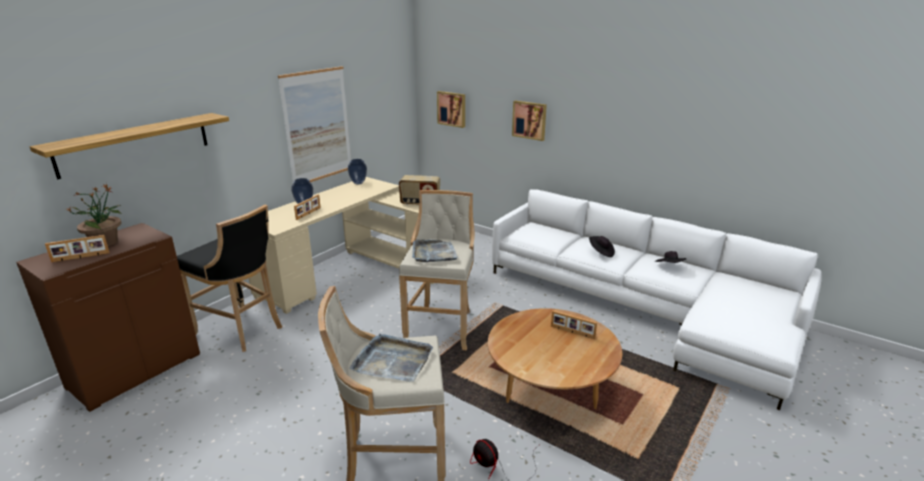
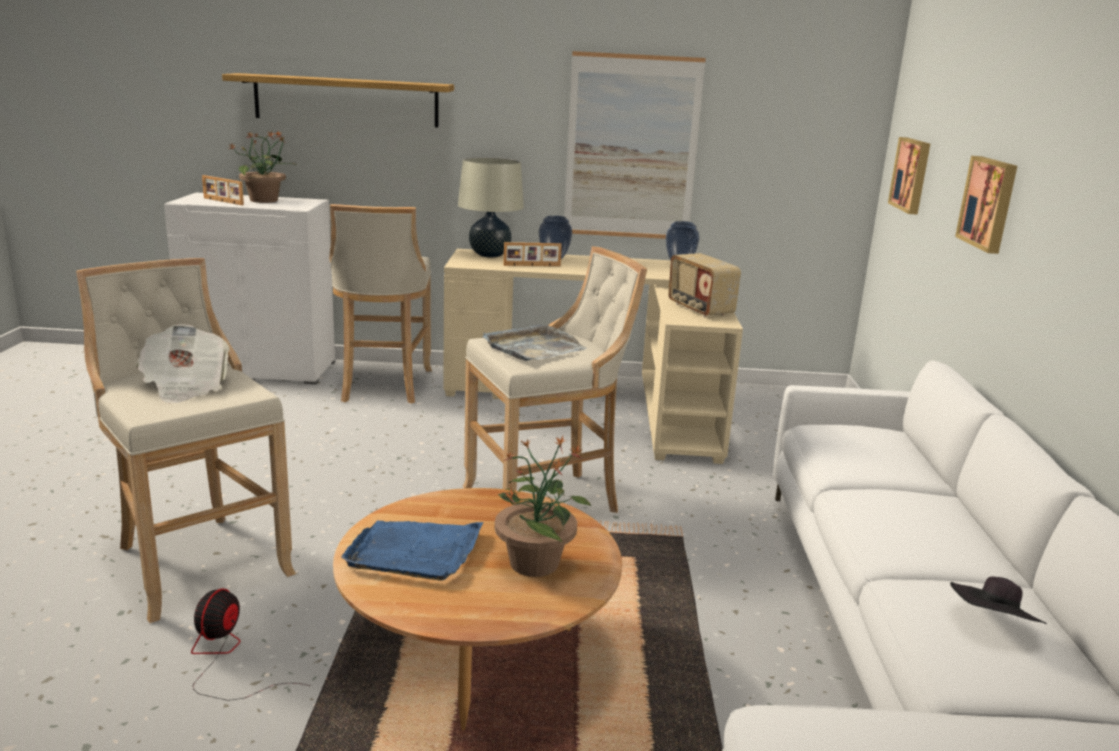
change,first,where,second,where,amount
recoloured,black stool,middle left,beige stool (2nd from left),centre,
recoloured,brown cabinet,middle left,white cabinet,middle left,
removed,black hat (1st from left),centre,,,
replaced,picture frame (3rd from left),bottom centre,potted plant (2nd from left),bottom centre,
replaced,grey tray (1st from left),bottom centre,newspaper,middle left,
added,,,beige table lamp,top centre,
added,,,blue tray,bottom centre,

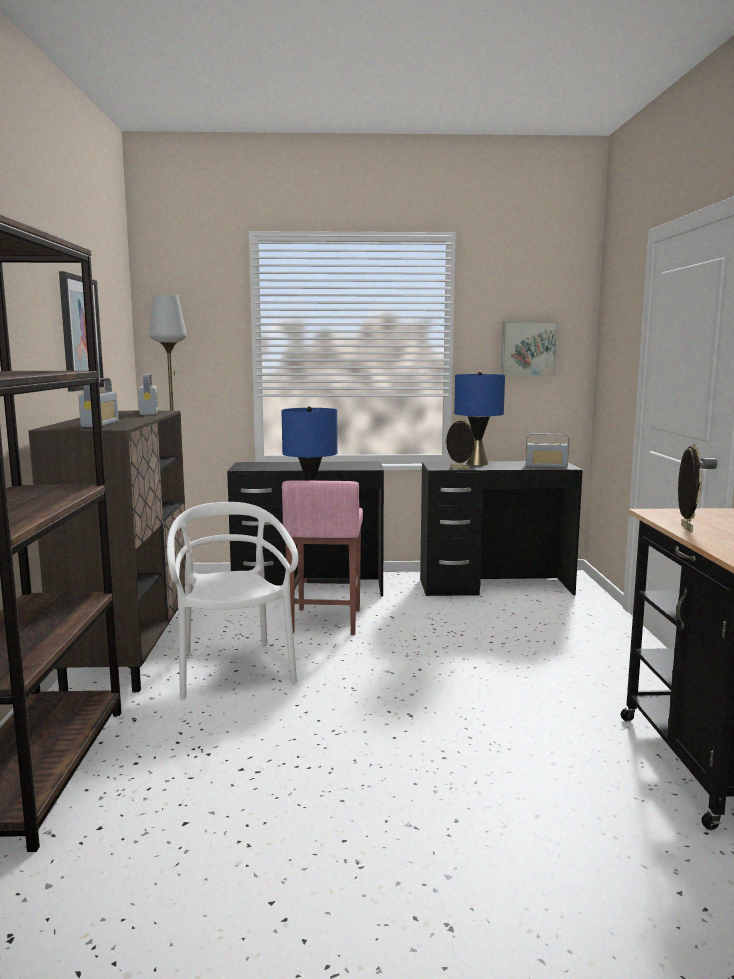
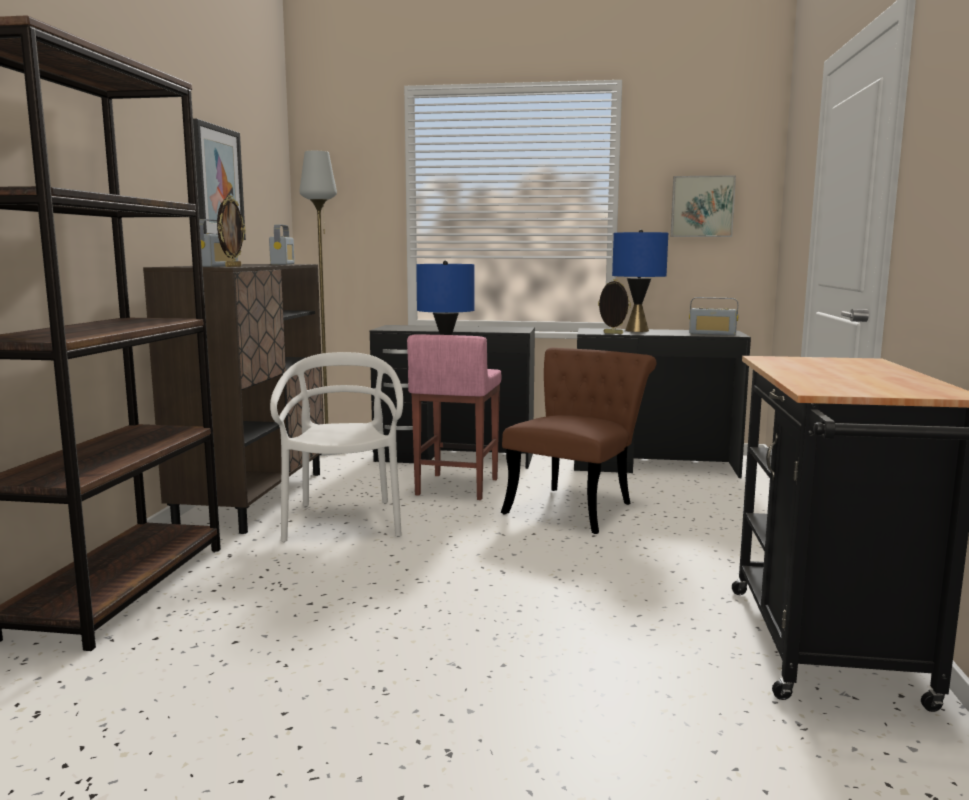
change,first,where,second,where,amount
moved,picture frame (2nd from left in the first image),middle right,picture frame (1st from left),top left,
added,,,brown chair,centre,

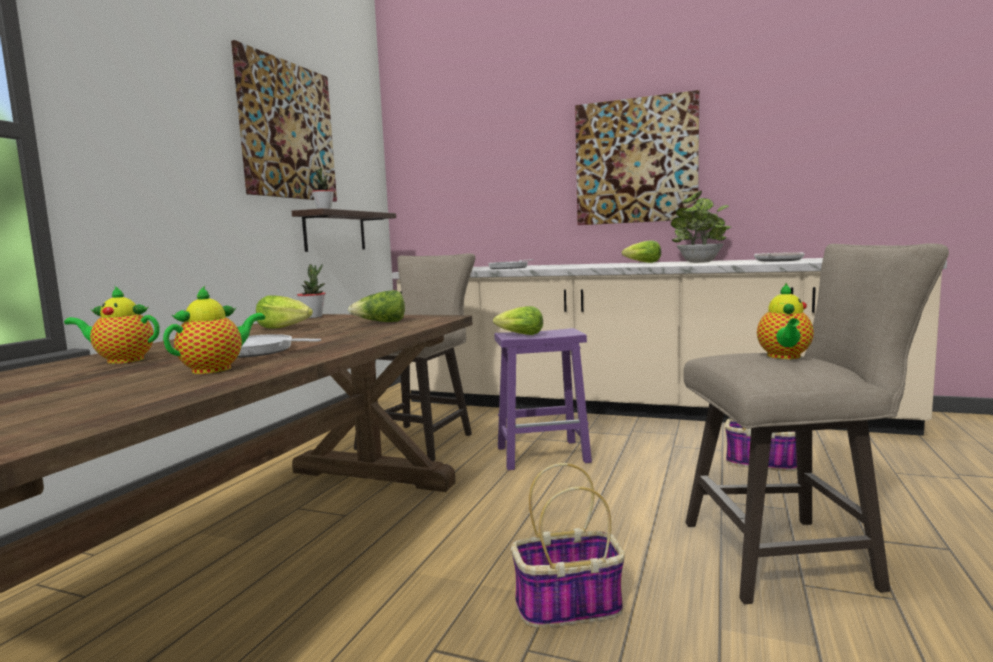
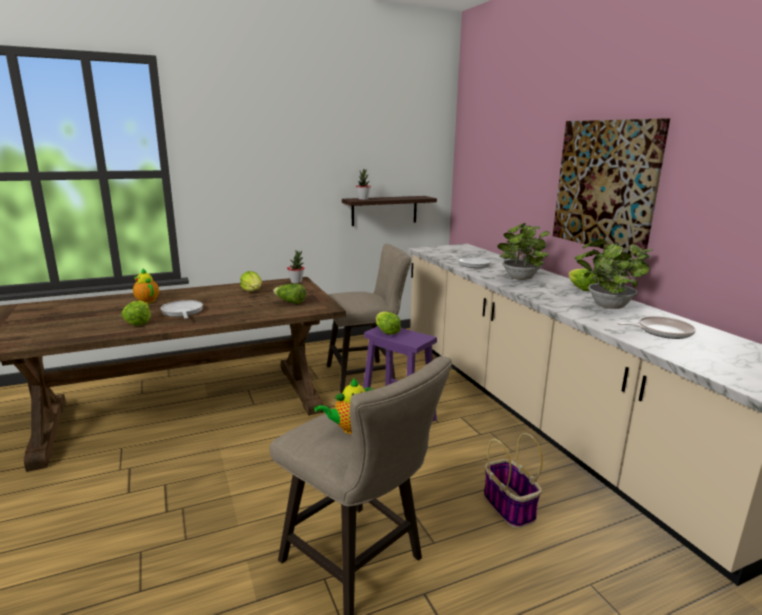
change,first,where,second,where,amount
removed,picture (1st from left),top left,,,
replaced,teapot (2nd from left),middle left,lettuce (1st from left),middle left,
removed,basket (1st from left),bottom centre,,,
added,,,potted plant (3rd from left),middle right,

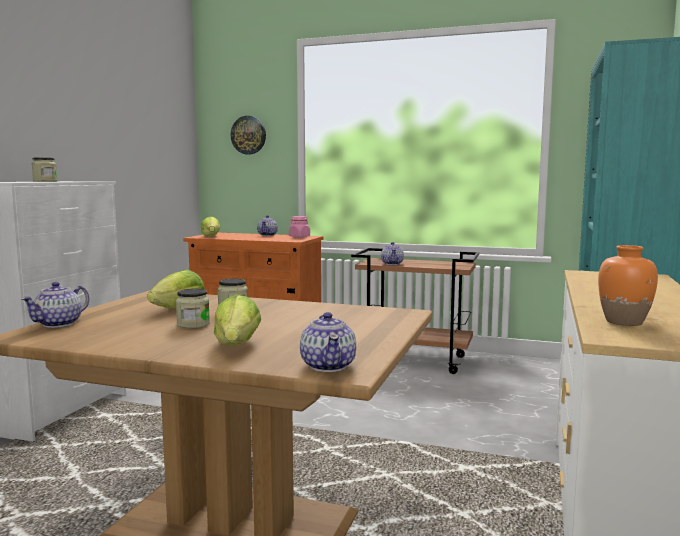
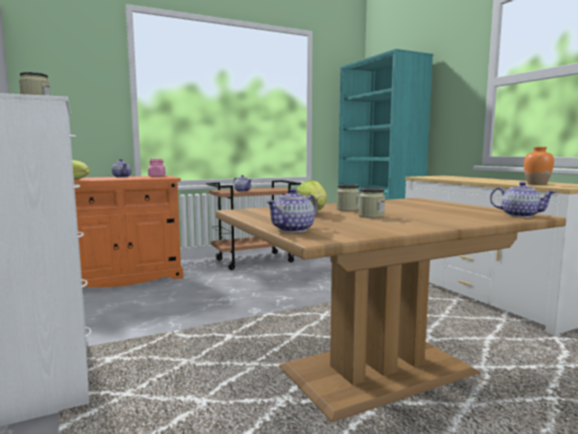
change,first,where,second,where,amount
removed,wall clock,top centre,,,
turned,teapot (1st from left in the first image),middle left,teapot (3rd from left),centre,60 degrees clockwise
removed,lettuce (3rd from left),centre,,,

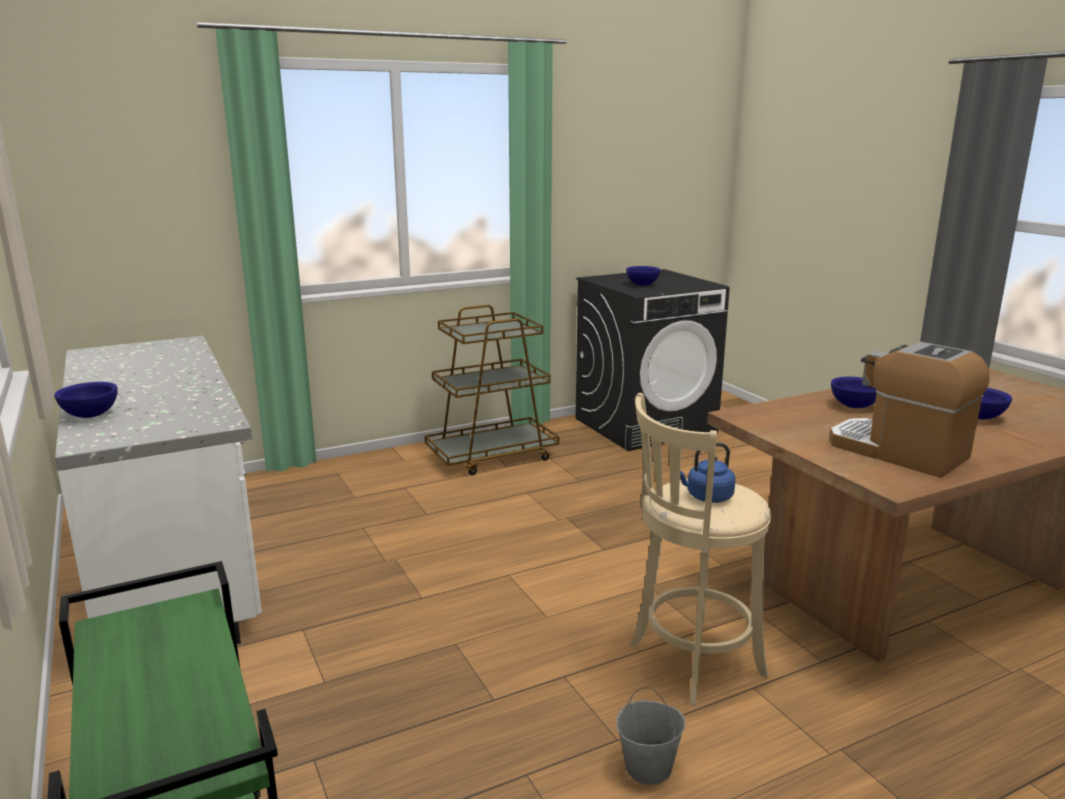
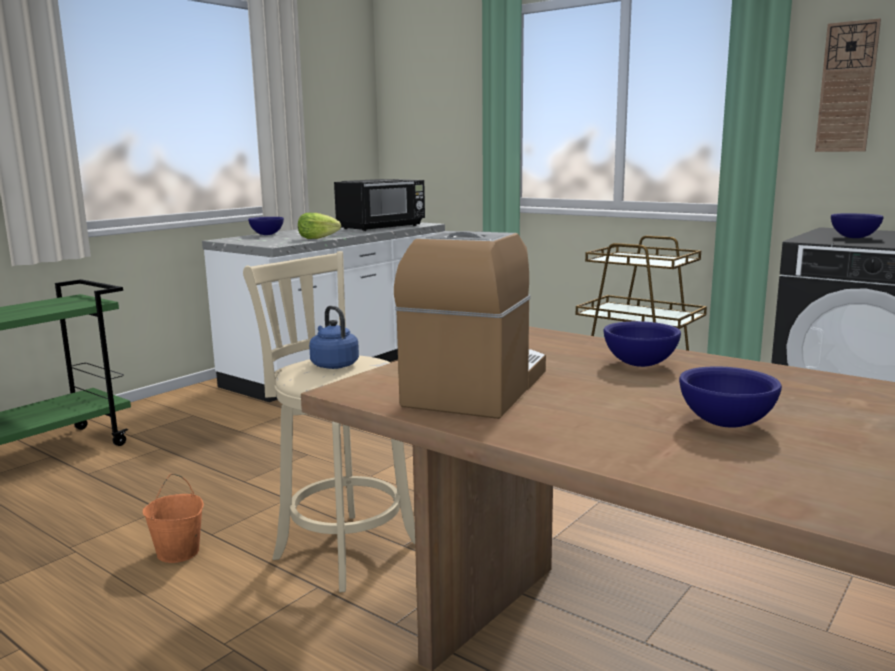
change,first,where,second,where,amount
recoloured,grey bucket,bottom centre,orange bucket,bottom left,
added,,,wall clock,top right,
added,,,black microwave,top centre,
added,,,lettuce,centre,

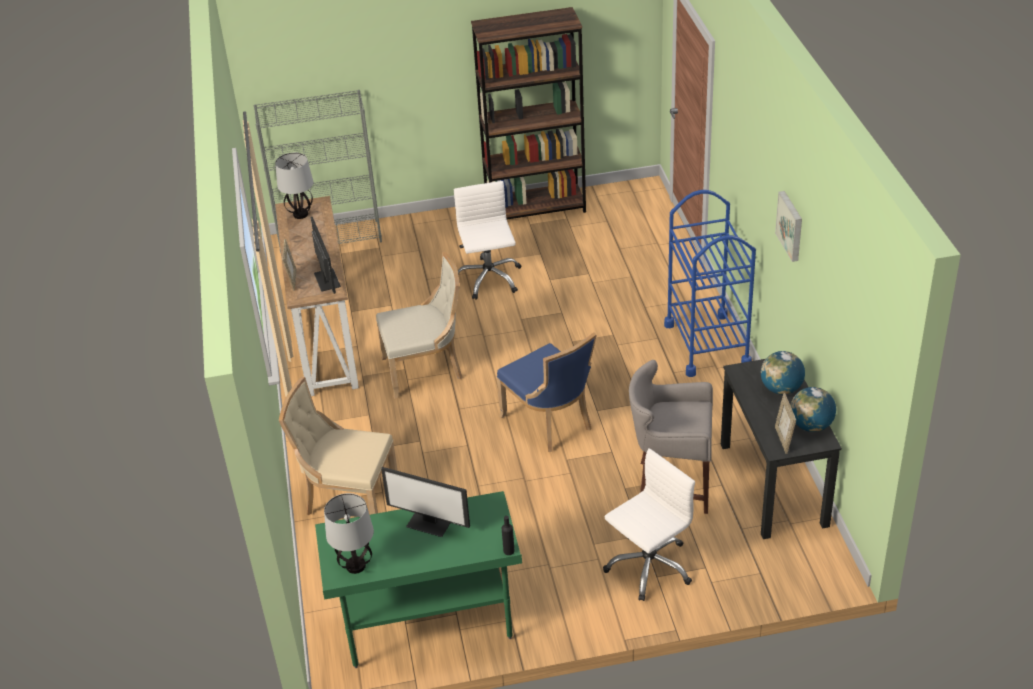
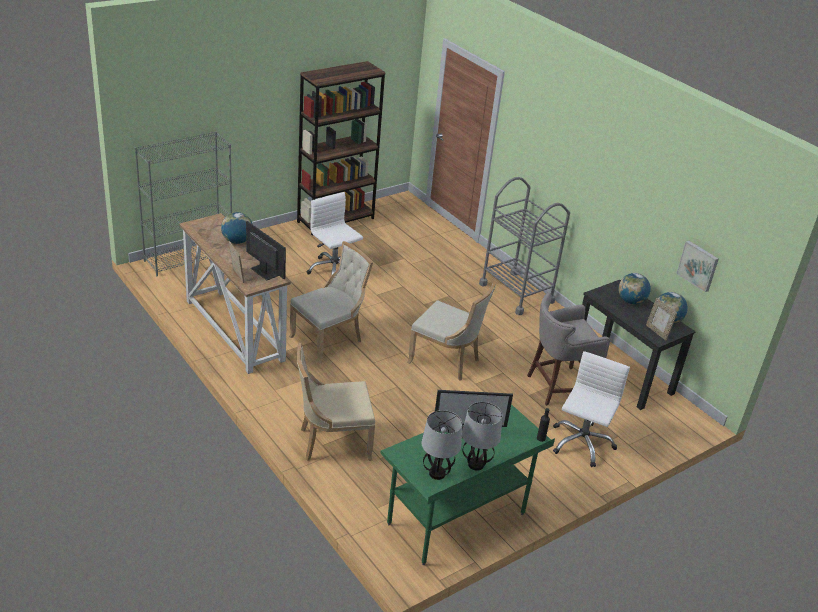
change,first,where,second,where,amount
moved,table lamp (1st from left in the first image),top left,table lamp (2nd from left),bottom centre,
recoloured,blue cart,middle right,grey cart,centre,
moved,picture,top right,,middle right,
recoloured,blue chair,centre,beige chair (3rd from left),centre,
added,,,globe (1st from left),middle left,

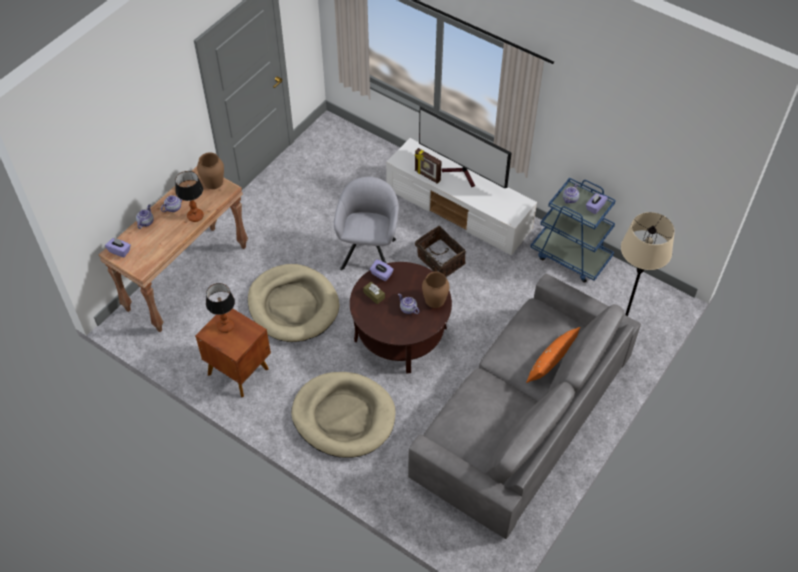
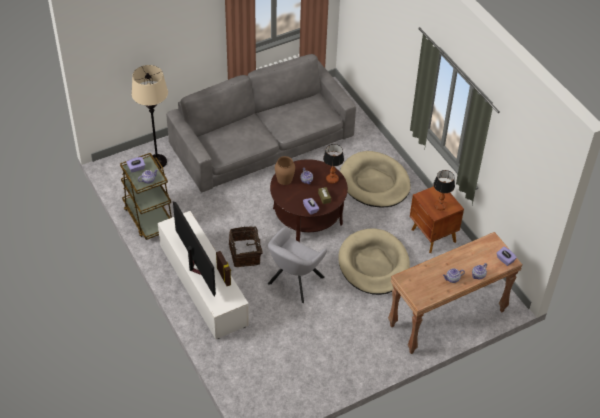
change,first,where,second,where,amount
removed,brown vase (1st from left),top left,,,
moved,table lamp (1st from left),middle left,,centre,
recoloured,blue cart,middle right,brown cart,middle left,
removed,orange pillow,middle right,,,

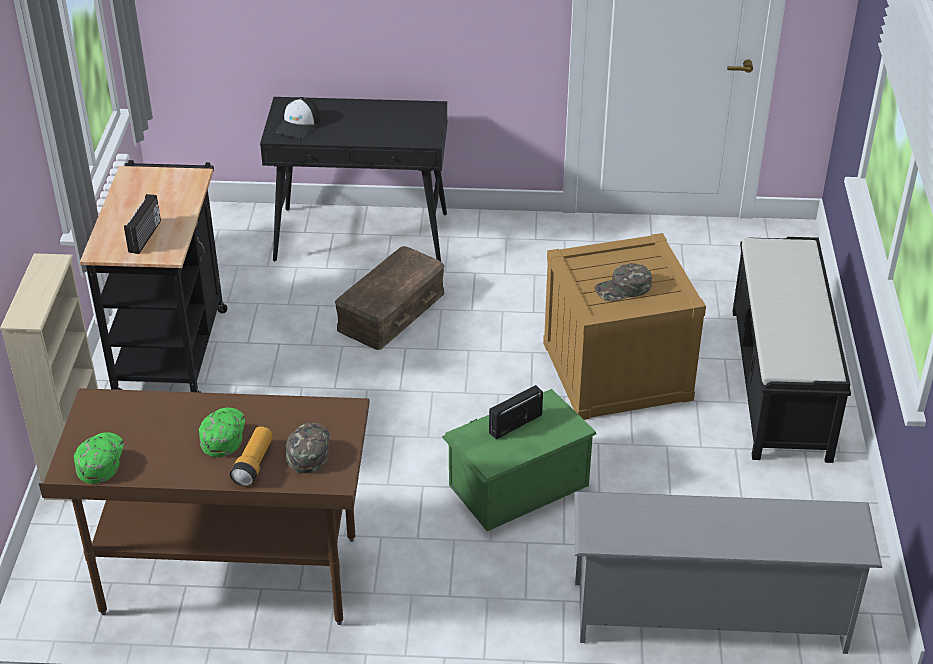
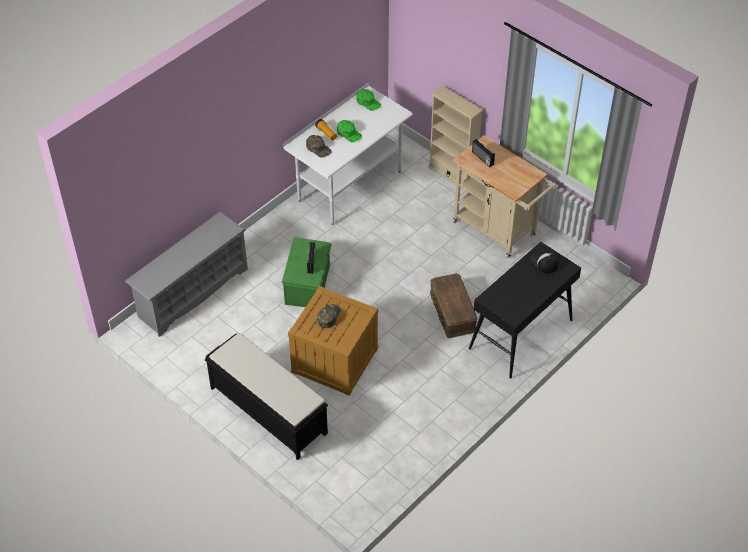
change,first,where,second,where,amount
recoloured,black cart,middle left,beige cart,middle right,
recoloured,brown desk,bottom left,white desk,top centre,

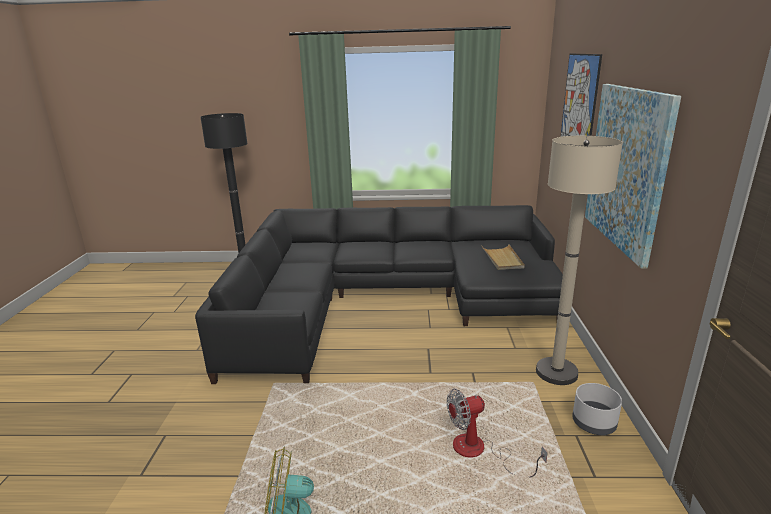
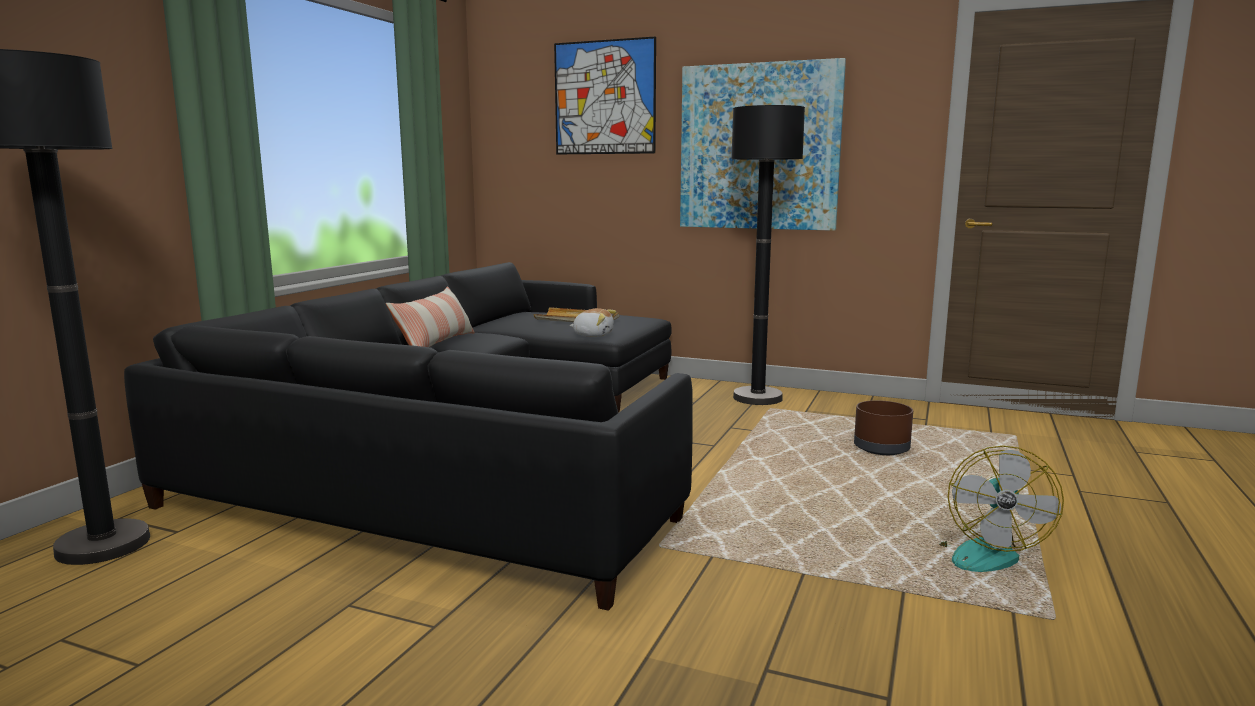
change,first,where,second,where,amount
recoloured,beige floor lamp,middle right,black floor lamp (2nd from left),centre,
removed,grey planter,bottom right,,,
replaced,fan (2nd from left),bottom centre,brown planter,middle right,
added,,,pillow,centre,
added,,,plush toy,centre,

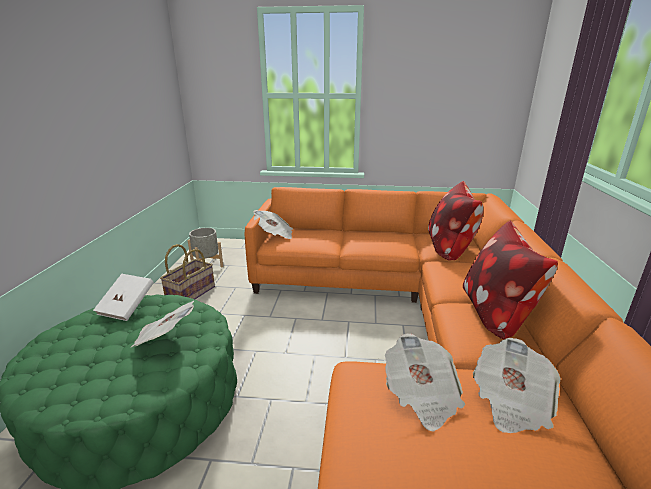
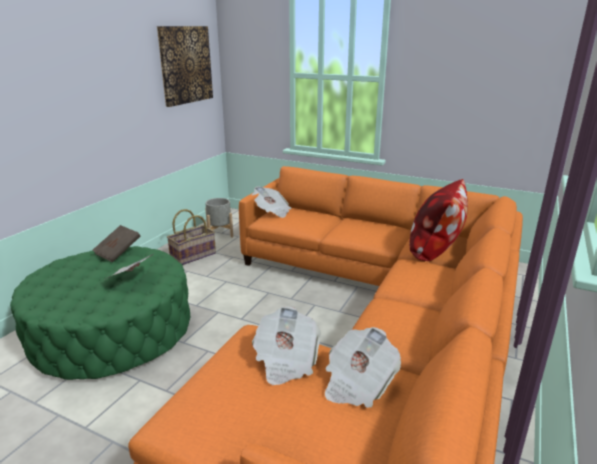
change,first,where,second,where,amount
removed,pillow (2nd from left),middle right,,,
recoloured,white book,middle left,brown book,middle left,
added,,,picture,top left,

